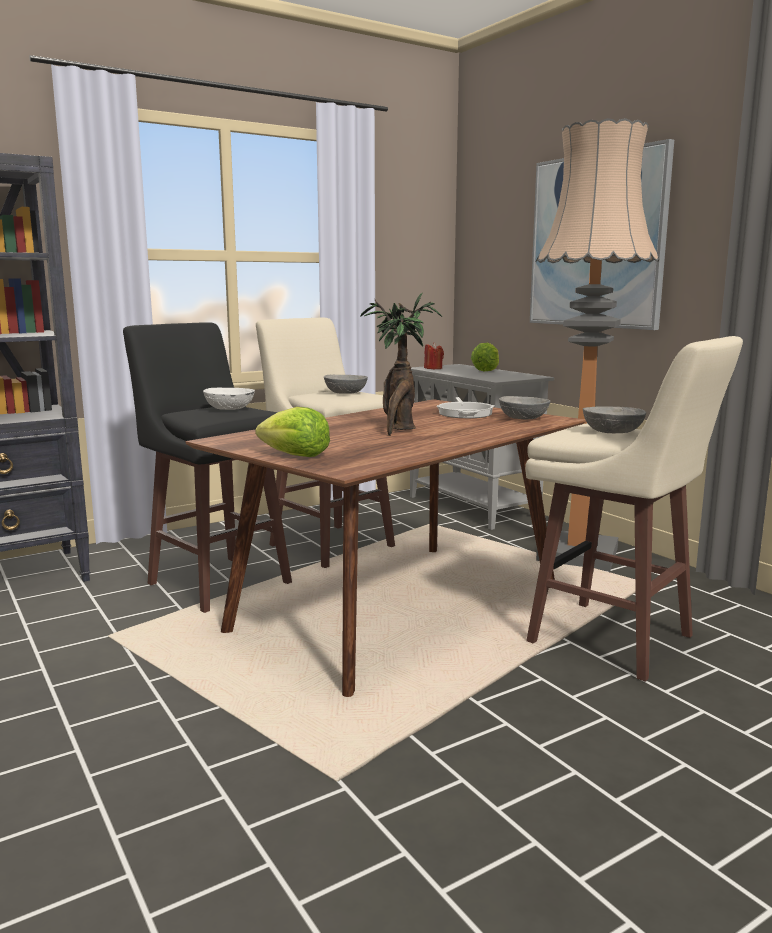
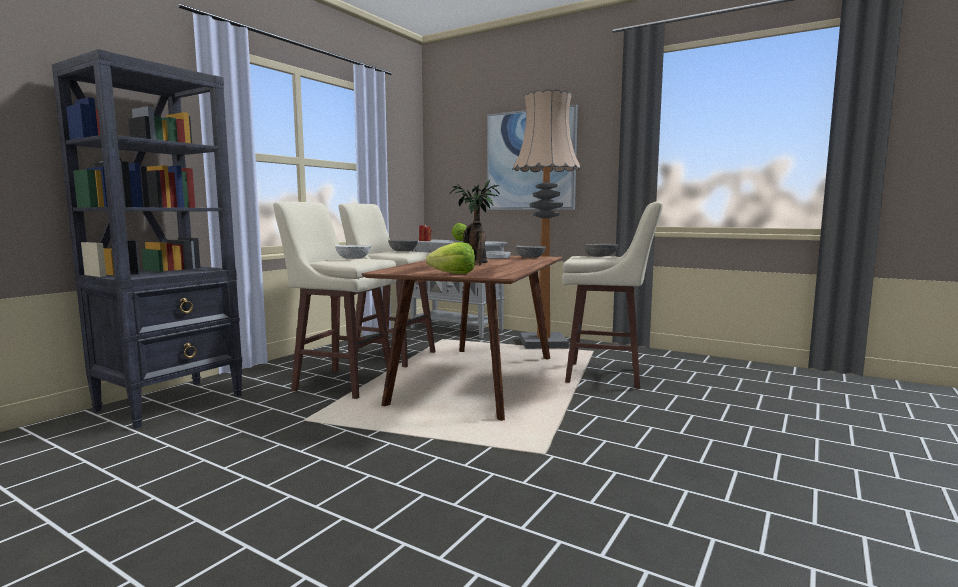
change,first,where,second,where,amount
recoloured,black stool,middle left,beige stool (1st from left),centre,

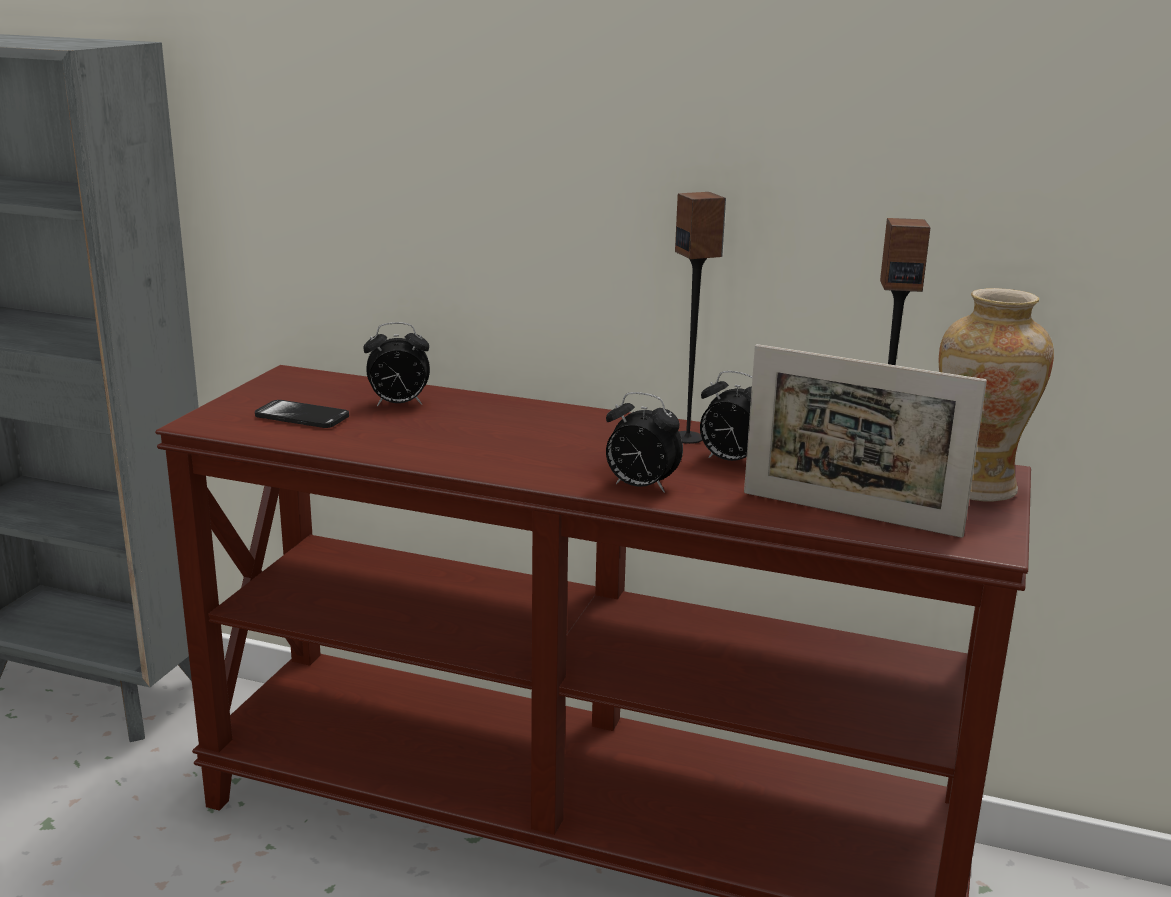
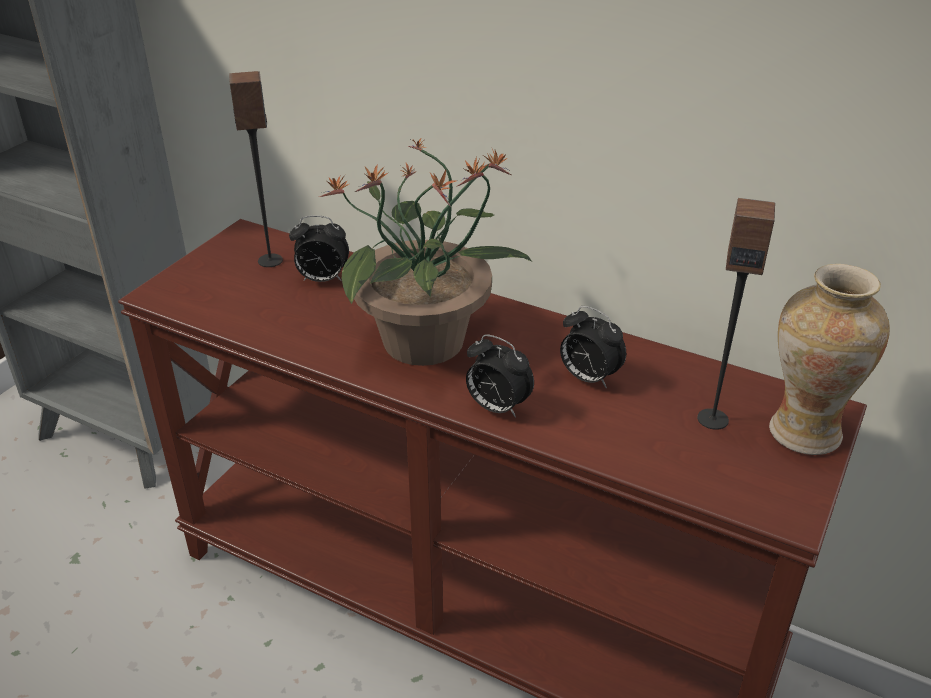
change,first,where,second,where,amount
moved,speaker (1st from left),centre,,top left,
removed,picture frame,middle right,,,
removed,phone,middle left,,,
added,,,potted plant,centre,

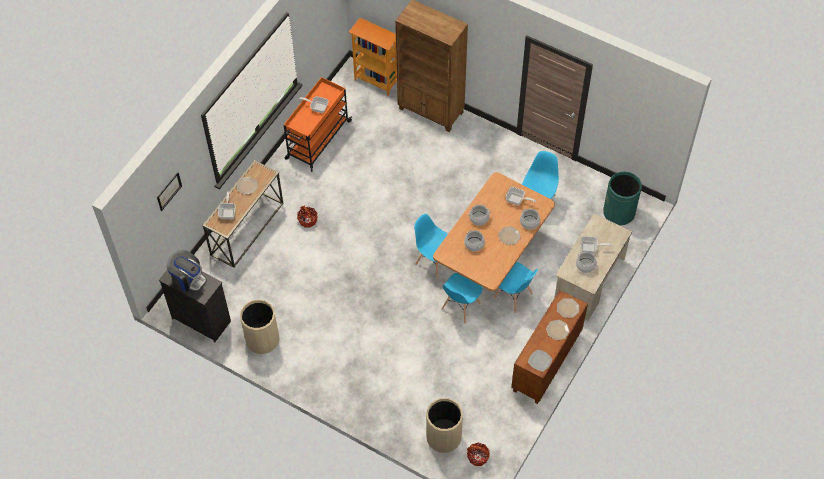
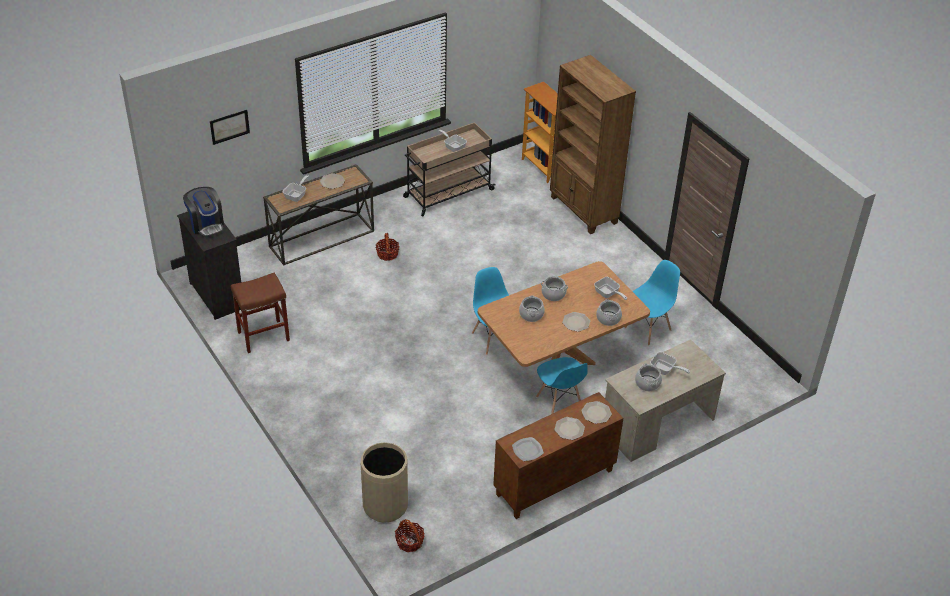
change,first,where,second,where,amount
recoloured,orange cart,top centre,beige cart,top centre,
removed,green trash can,middle right,,,
removed,blue chair (2nd from left),centre,,,
replaced,beige trash can (1st from left),bottom left,brown stool,middle left,

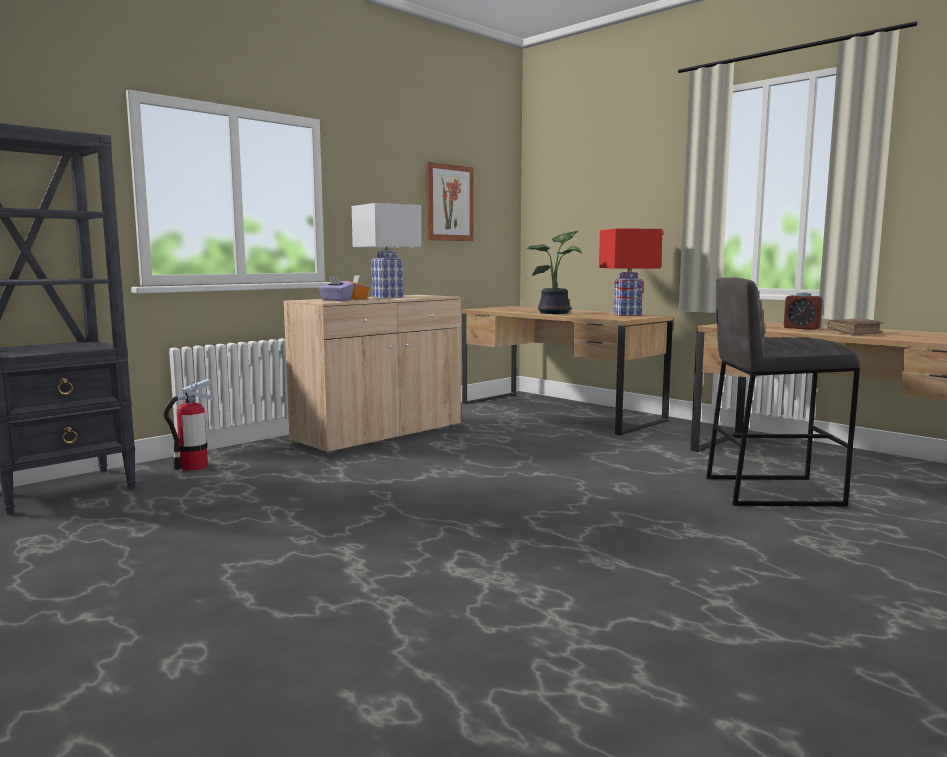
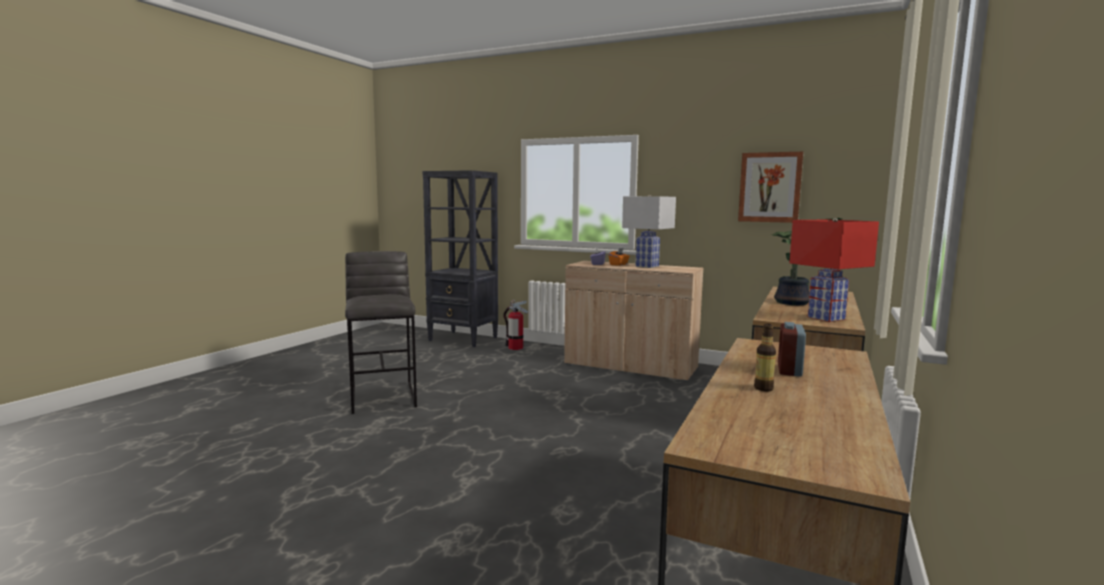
change,first,where,second,where,amount
moved,grey stool,middle right,,centre,
replaced,brown book,middle right,bottle,middle right,

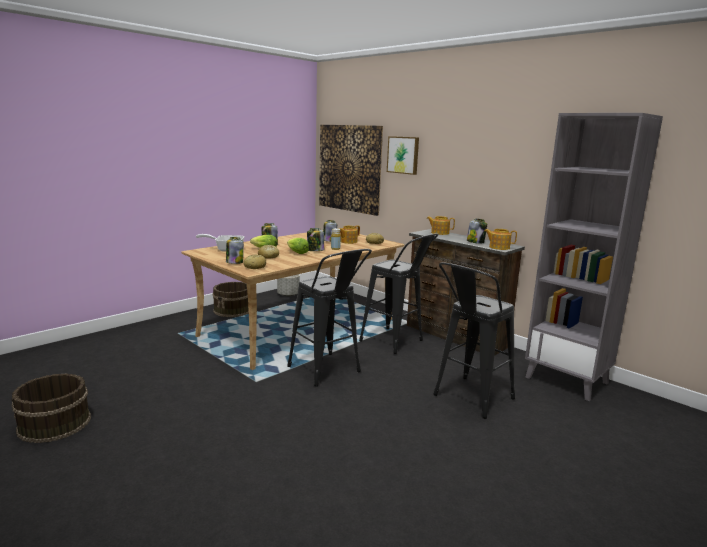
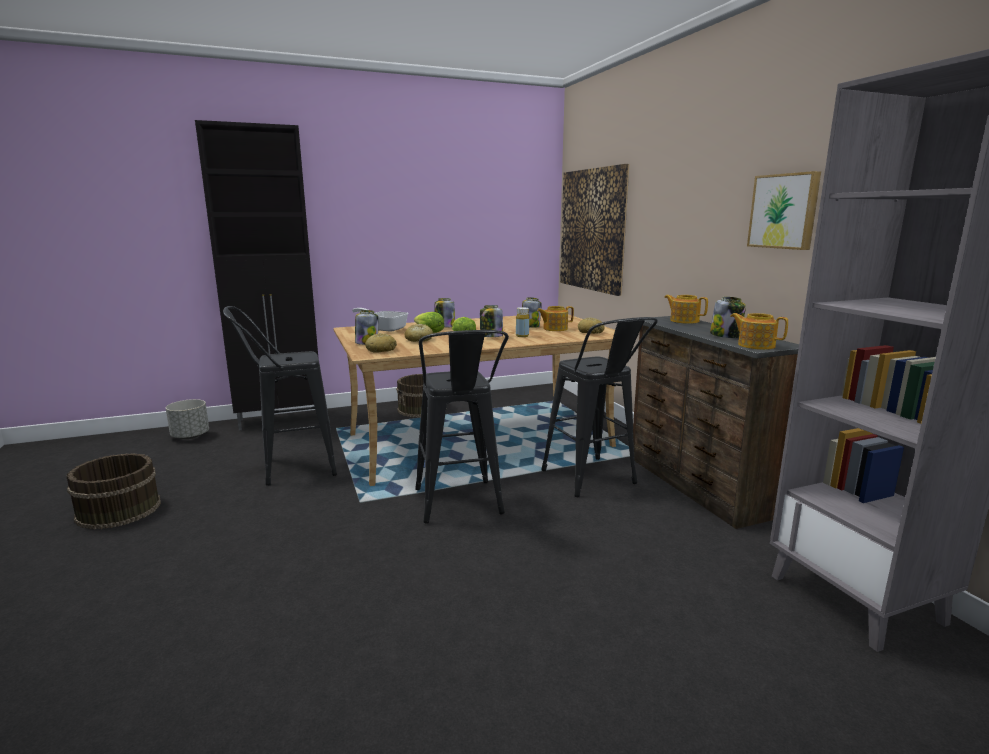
change,first,where,second,where,amount
moved,picture (2nd from left),top centre,,top right,
moved,black stool (3rd from left in the first image),middle right,black stool (1st from left),middle left,
moved,grey planter,centre,,middle left,
added,,,black cabinet,middle left,

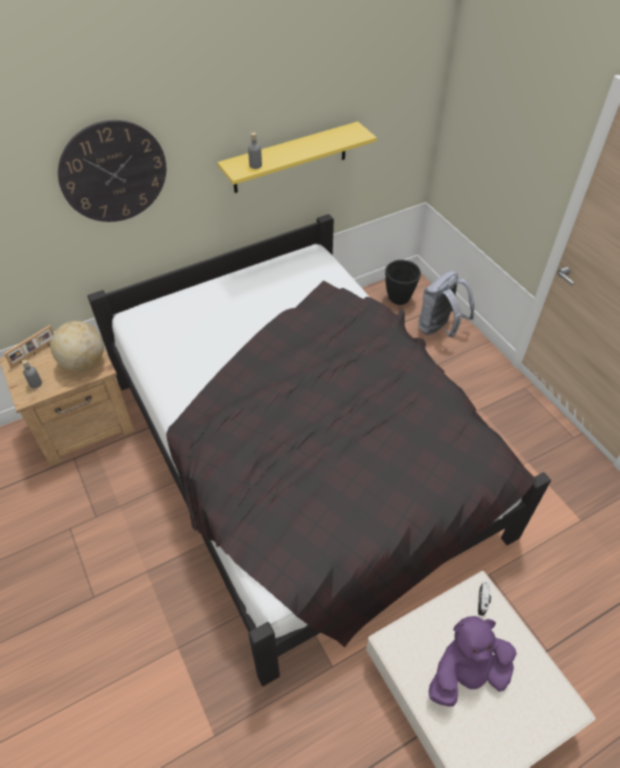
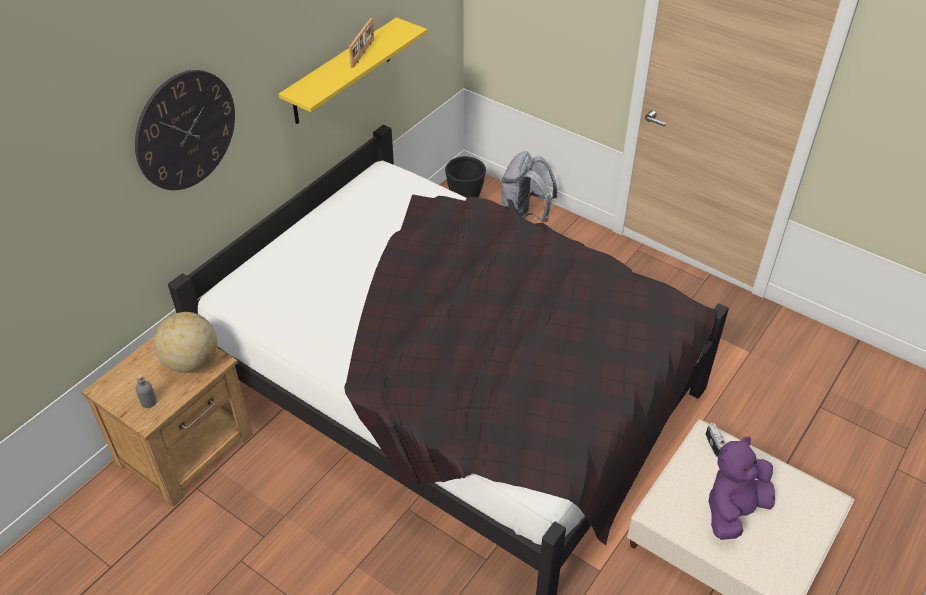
change,first,where,second,where,amount
removed,grey bottle (2nd from left),top centre,,,
moved,picture frame,middle left,,top centre,

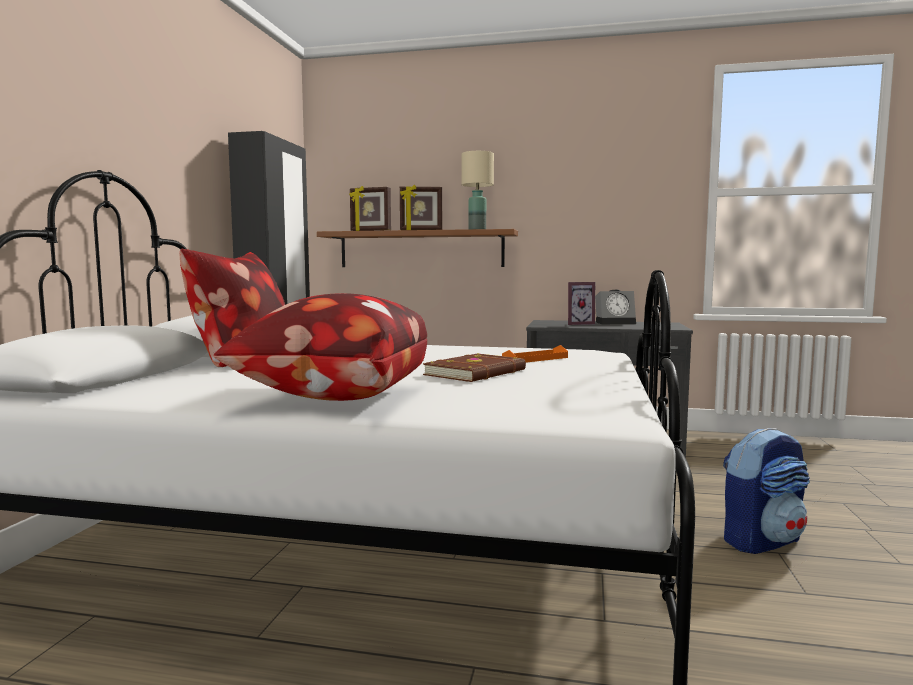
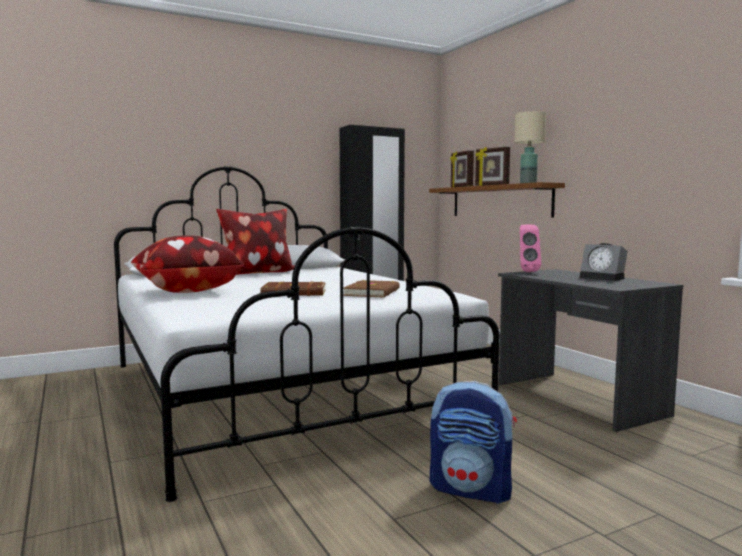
change,first,where,second,where,amount
removed,picture frame (3rd from left),centre,,,
replaced,orange tray,centre,brown book (2nd from left),centre,
added,,,pink speaker,middle right,

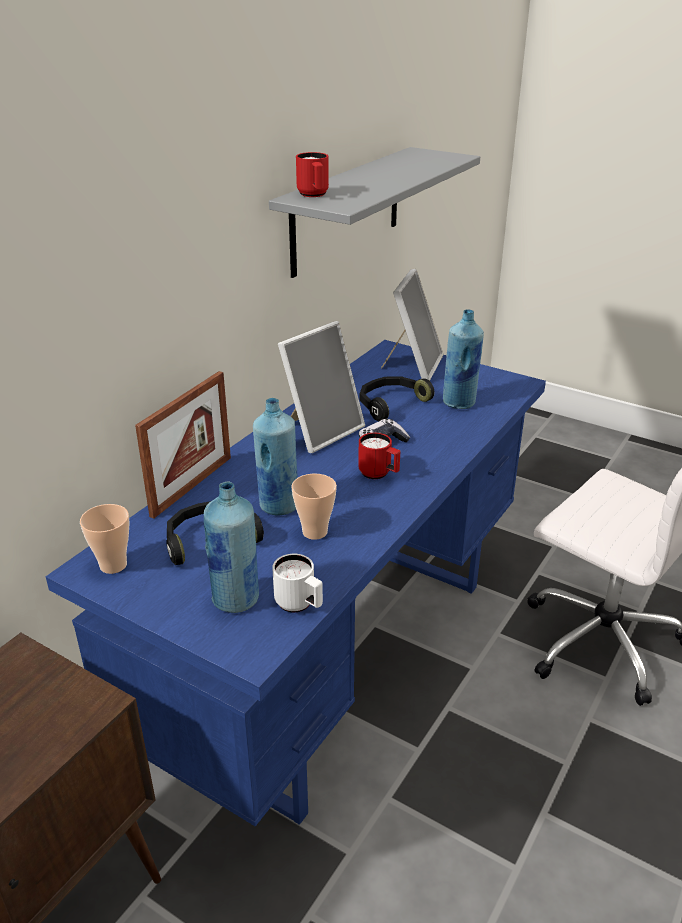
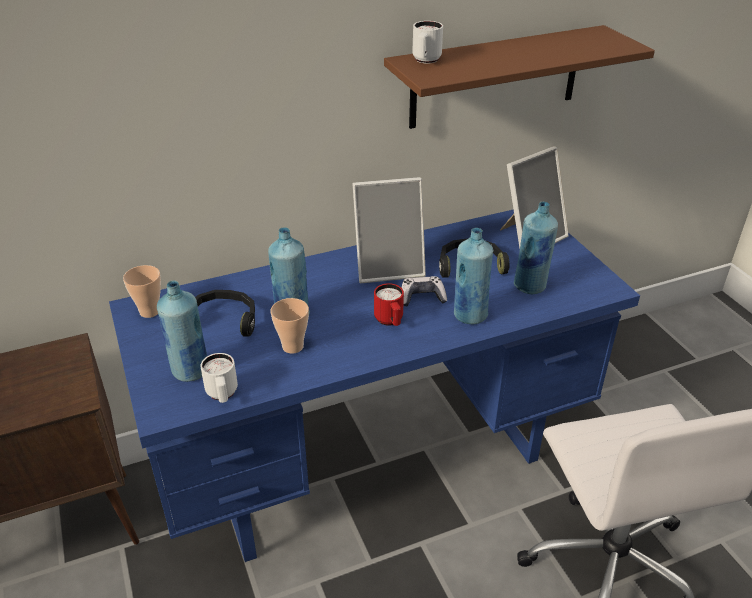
change,first,where,second,where,amount
recoloured,grey shelf,top centre,brown shelf,top right,
recoloured,red mug (1st from left),top centre,white mug (2nd from left),top centre,
removed,picture frame (1st from left),middle left,,,
added,,,blue bottle (3rd from left),centre,

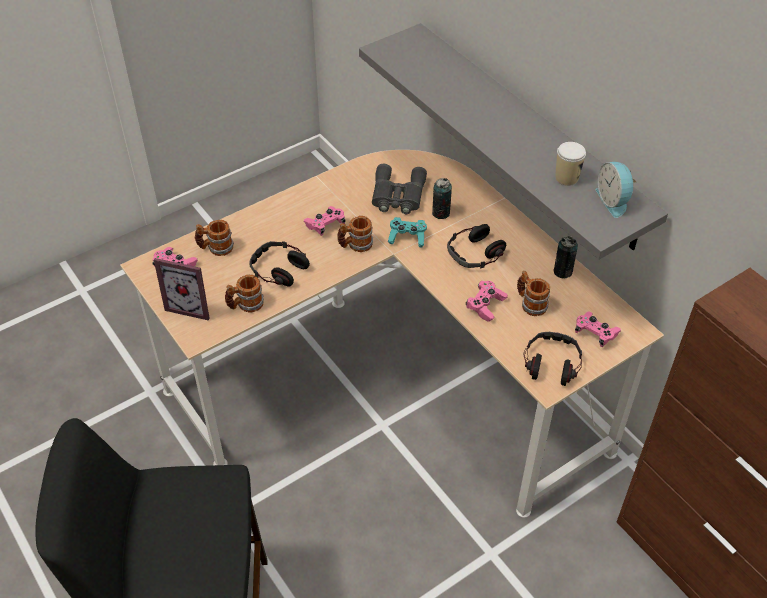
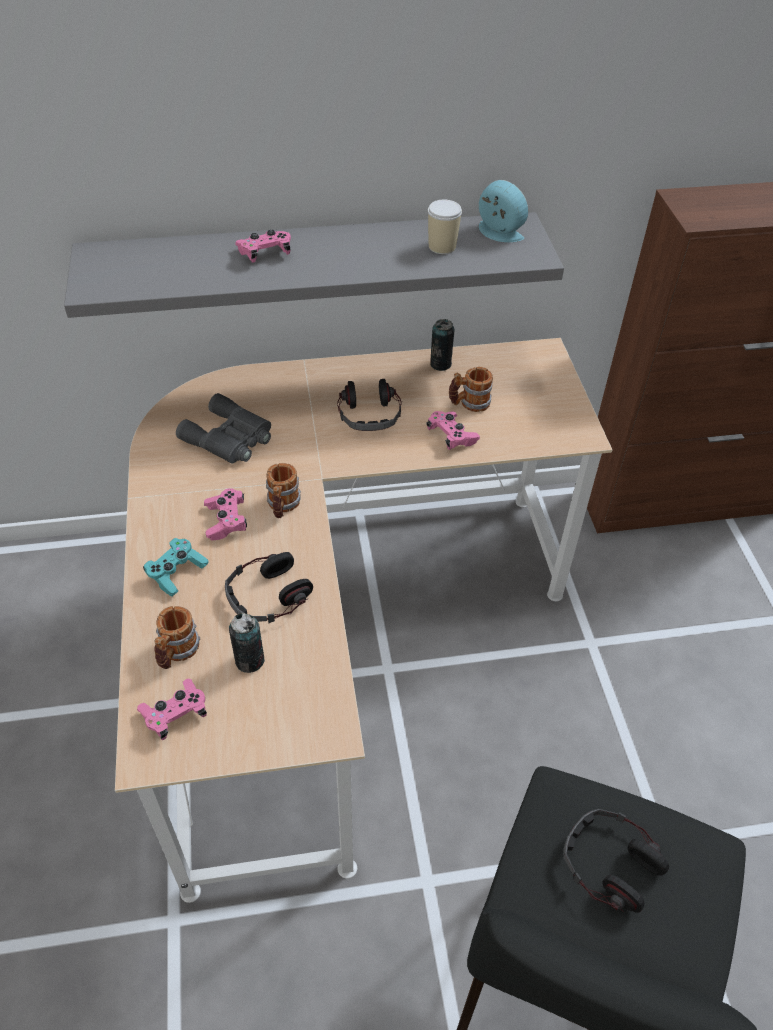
change,first,where,second,where,amount
turned,alarm clock,top right,,top centre,150 degrees counterclockwise
moved,can (1st from left),top centre,,middle left,
moved,turquoise game controller,centre,,middle left,
removed,picture frame,middle left,,,
removed,mug (2nd from left),middle left,,,
moved,pink game controller (4th from left in the first image),middle right,pink game controller (3rd from left),top centre,
moved,headphones (3rd from left),middle right,,bottom right,

